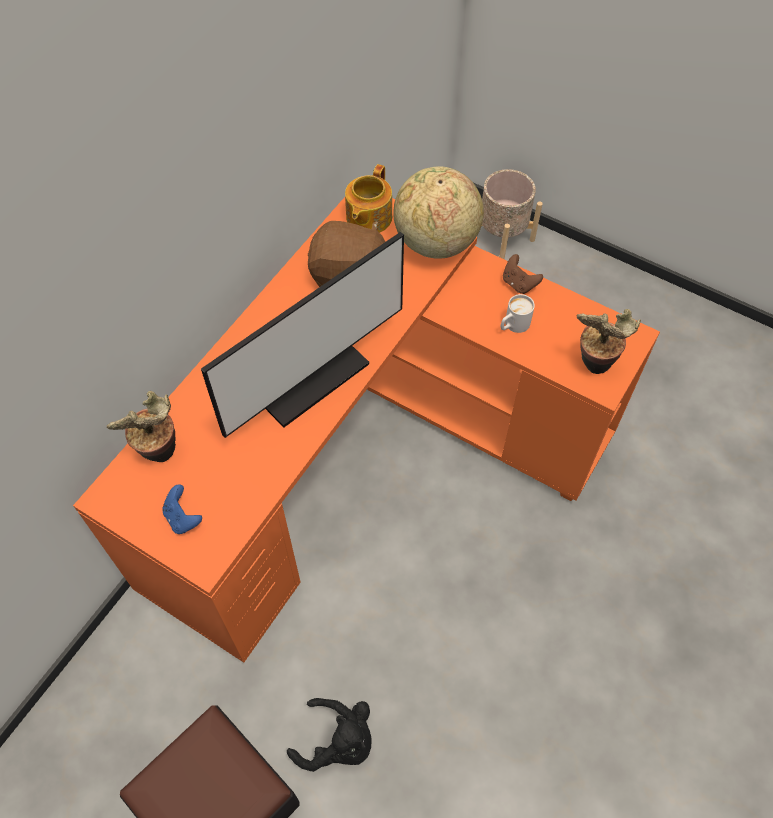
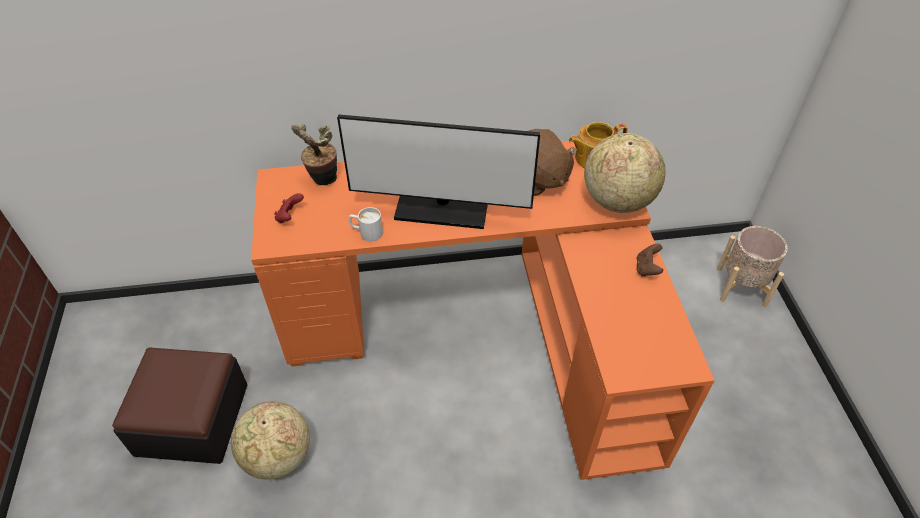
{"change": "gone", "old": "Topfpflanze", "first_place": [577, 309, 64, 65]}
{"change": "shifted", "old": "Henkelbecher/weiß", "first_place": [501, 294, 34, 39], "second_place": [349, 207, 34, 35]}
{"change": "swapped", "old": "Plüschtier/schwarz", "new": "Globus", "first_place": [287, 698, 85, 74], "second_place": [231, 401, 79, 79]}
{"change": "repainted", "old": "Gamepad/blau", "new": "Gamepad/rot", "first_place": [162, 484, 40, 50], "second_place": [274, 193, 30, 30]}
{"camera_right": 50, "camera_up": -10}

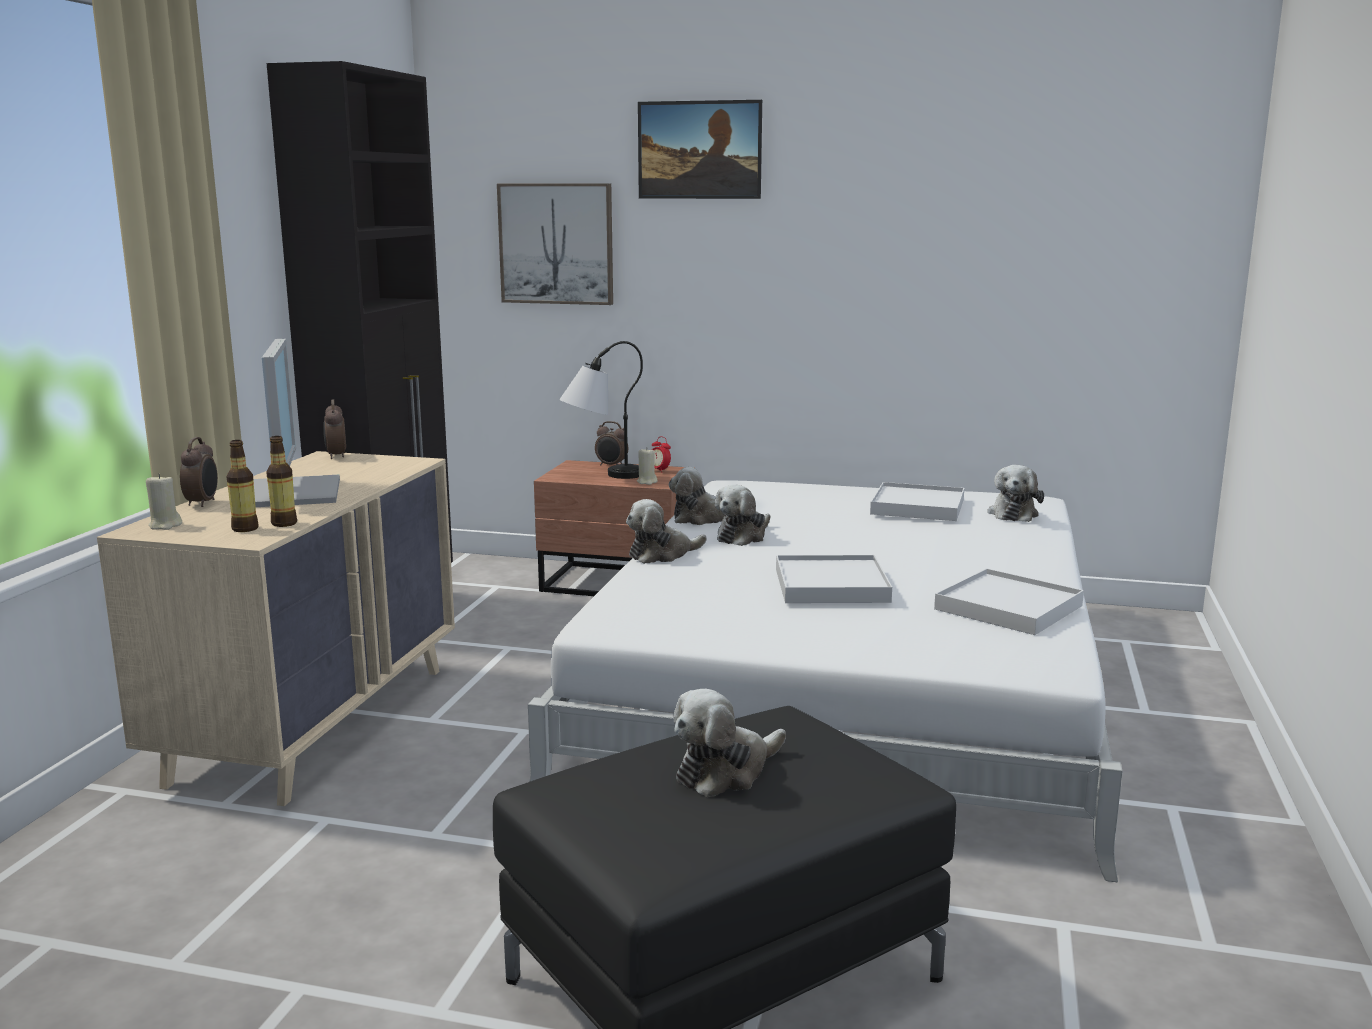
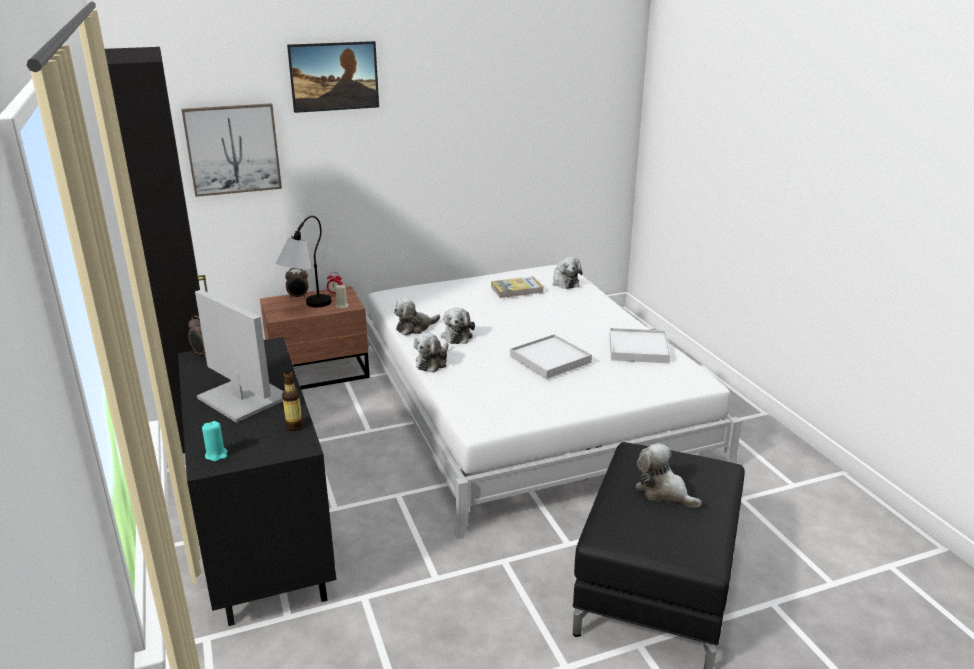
{"change": "gone", "old": "Wecker", "first_place": [180, 437, 38, 70]}
{"change": "gone", "old": "Flasche", "first_place": [226, 440, 33, 92]}
{"change": "swapped", "old": "Tablett/weiß", "new": "Buch", "first_place": [870, 482, 94, 39], "second_place": [491, 276, 53, 22]}
{"change": "repainted", "old": "Kommode/beige", "new": "Kommode/schwarz", "first_place": [97, 451, 358, 355], "second_place": [178, 337, 159, 289]}
{"change": "repainted", "old": "Kerze/beige", "new": "Kerze/türkis", "first_place": [146, 474, 36, 56], "second_place": [202, 421, 26, 40]}
{"change": "rotated", "old": "Plüschtier", "first_place": [673, 689, 113, 108], "second_place": [636, 443, 66, 65], "degrees": 120}
{"camera_right": -35, "camera_up": 10}

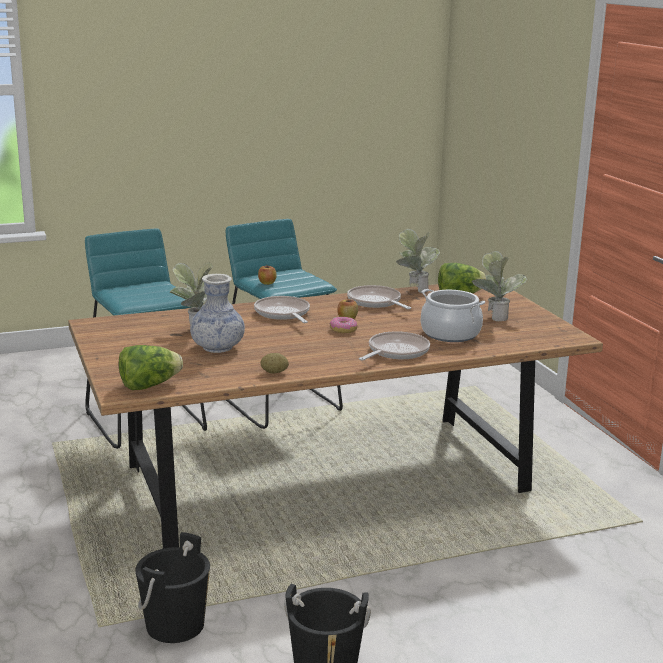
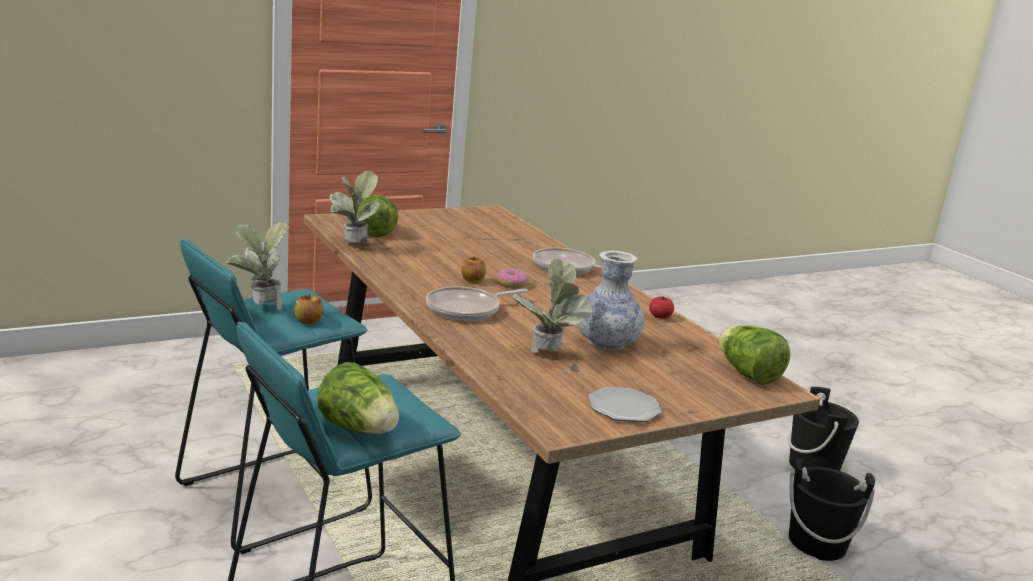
{"change": "gone", "old": "Pfanne", "first_place": [347, 285, 64, 24]}
{"change": "gone", "old": "Kochtopf", "first_place": [421, 289, 64, 53]}
{"change": "new", "new": "Salatkopf", "second_place": [317, 362, 82, 72]}
{"change": "new", "new": "Teller", "second_place": [588, 387, 74, 35]}
{"change": "shifted", "old": "Topfpflanze", "first_place": [472, 251, 55, 71], "second_place": [226, 222, 63, 88]}
{"change": "swapped", "old": "Kartoffel", "new": "Tomate", "first_place": [260, 353, 29, 20], "second_place": [649, 296, 25, 23]}
{"camera_right": -100, "camera_up": 0}

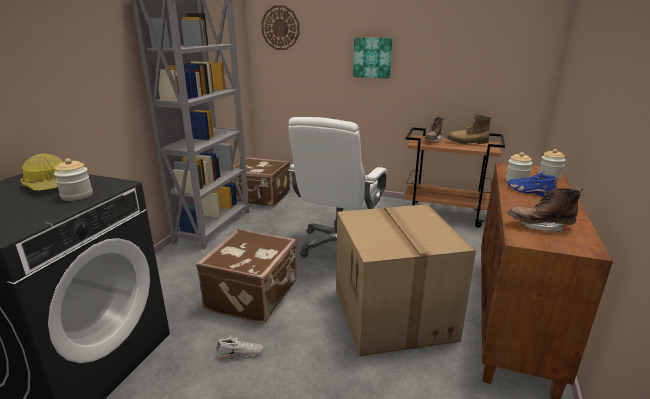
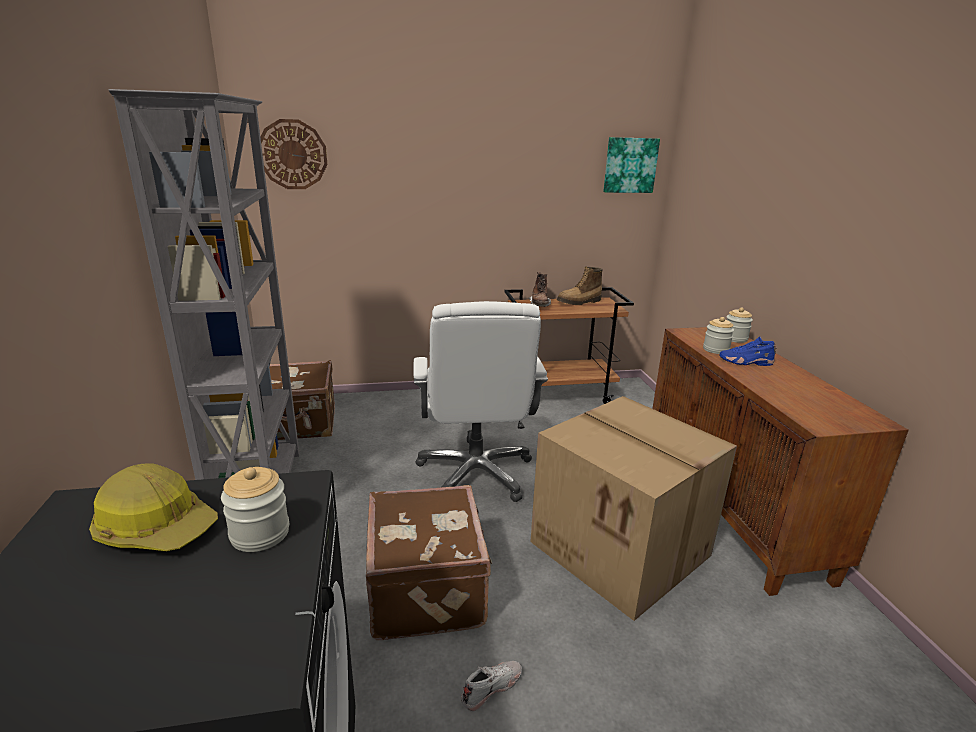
{"change": "gone", "old": "Stiefel/braun", "first_place": [508, 187, 75, 46]}
{"change": "shifted", "old": "Bild", "first_place": [353, 38, 39, 40], "second_place": [603, 137, 57, 56]}
{"camera_right": -30, "camera_up": 0}

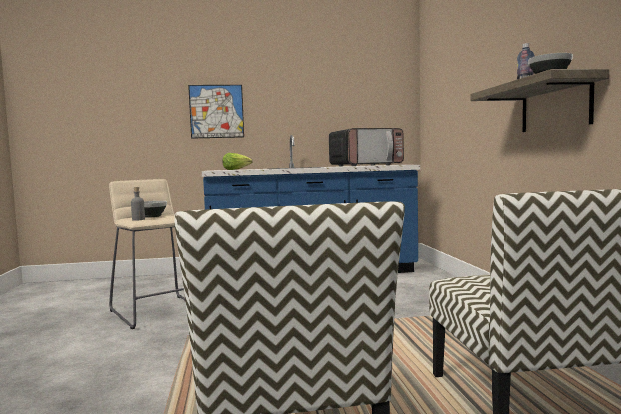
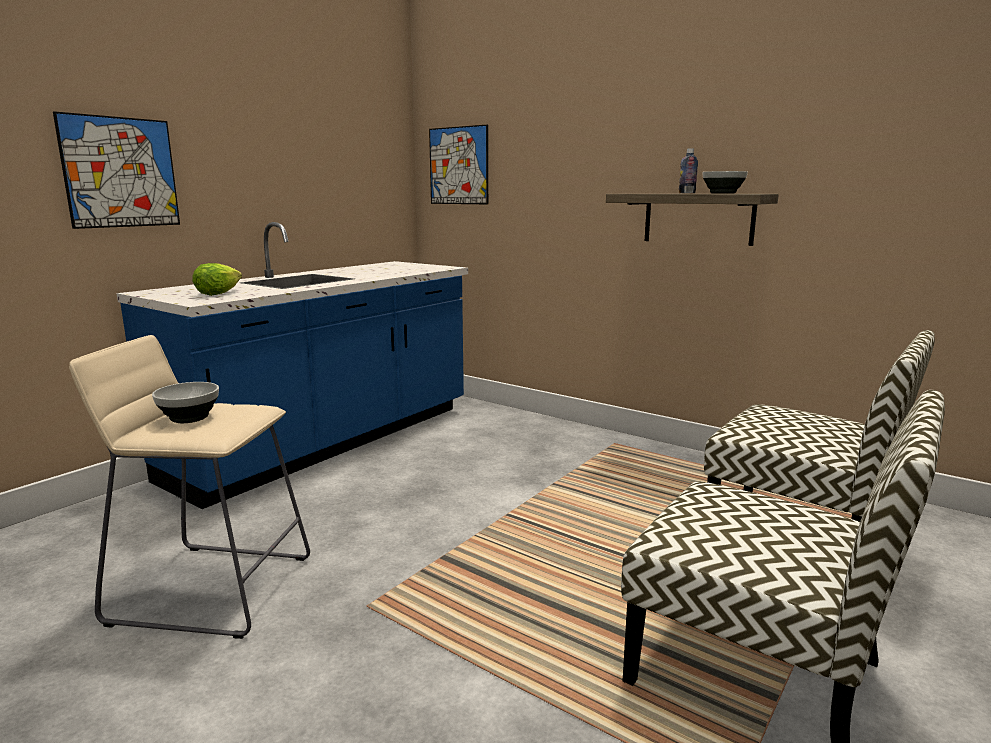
{"change": "gone", "old": "Flasche/grau", "first_place": [131, 187, 14, 34]}
{"change": "gone", "old": "Mikrowelle", "first_place": [329, 128, 75, 38]}
{"change": "new", "new": "Bild", "second_place": [429, 125, 59, 79]}
{"camera_right": -45, "camera_up": 10}

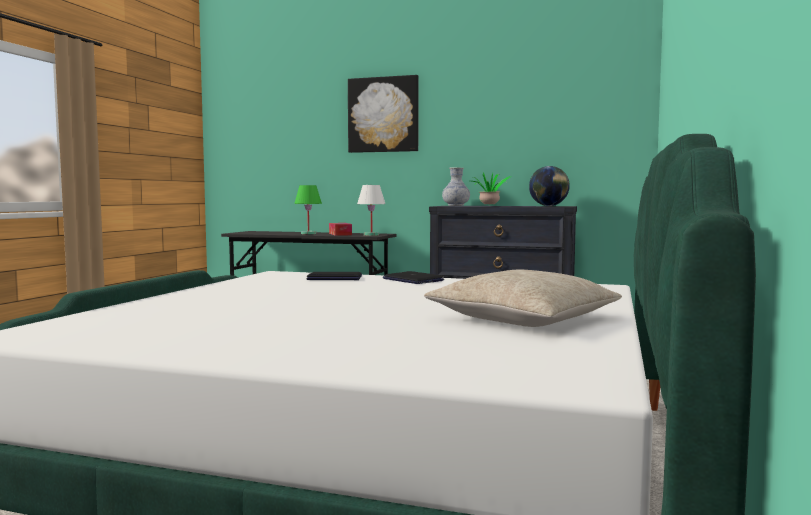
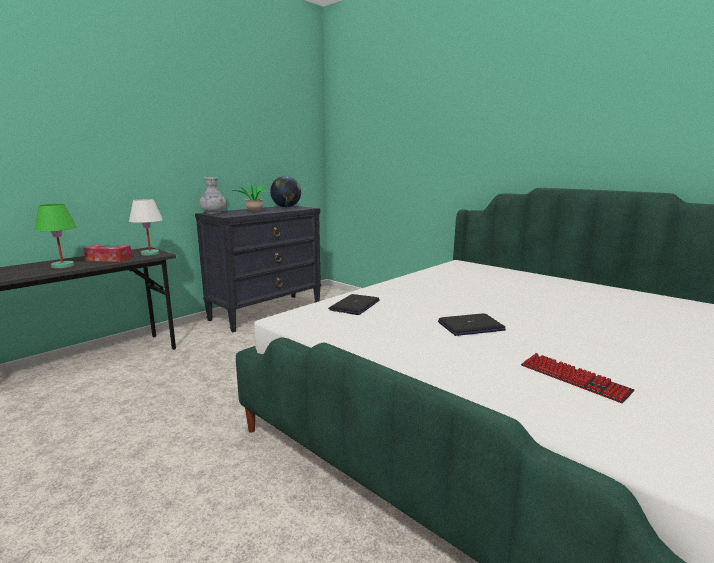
{"change": "gone", "old": "Bild", "first_place": [348, 75, 71, 78]}
{"change": "gone", "old": "Kissen/beige", "first_place": [424, 270, 198, 57]}
{"change": "new", "new": "Tastatur", "second_place": [521, 353, 114, 50]}
{"change": "shifted", "old": "Laptop", "first_place": [383, 271, 61, 13], "second_place": [438, 313, 68, 23]}
{"camera_right": -65, "camera_up": 10}

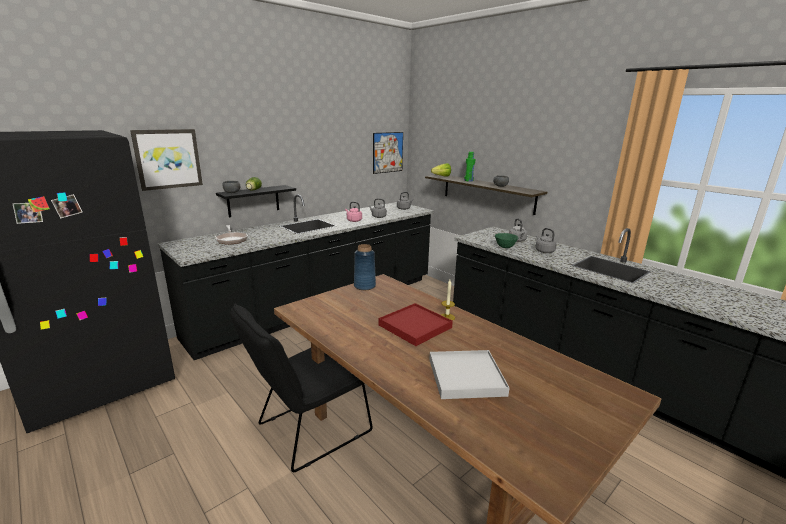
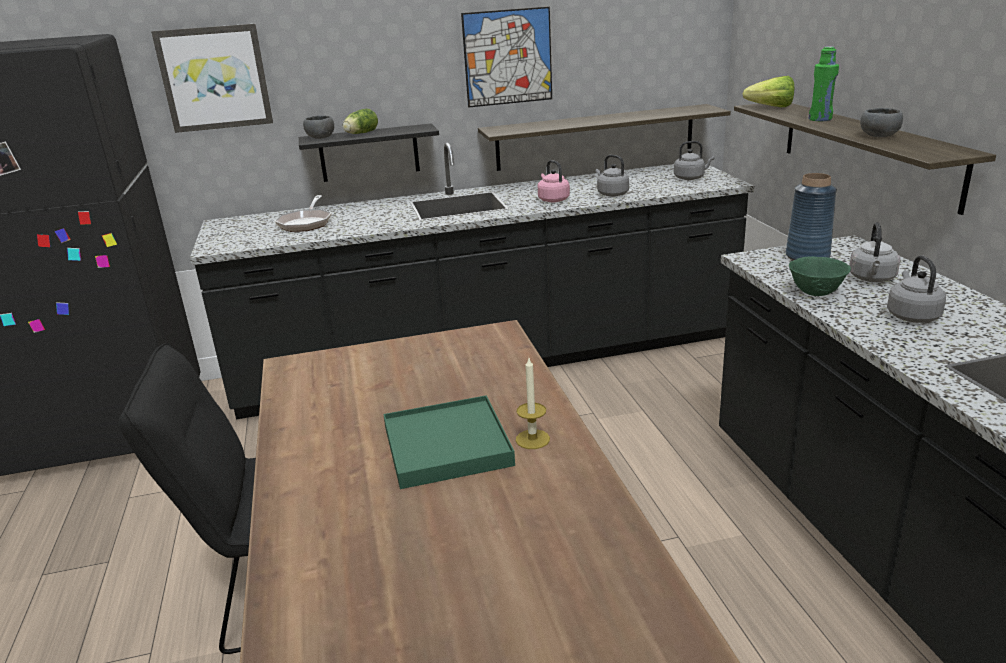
{"change": "gone", "old": "Tablett/weiß", "first_place": [429, 350, 81, 49]}
{"change": "new", "new": "Wandregal", "second_place": [478, 104, 253, 67]}
{"change": "shifted", "old": "Vase/blau", "first_place": [354, 244, 22, 46], "second_place": [786, 173, 51, 88]}
{"change": "shifted", "old": "Bild", "first_place": [373, 132, 30, 42], "second_place": [461, 7, 91, 101]}
{"change": "repainted", "old": "Tablett/rot", "new": "Tablett/grün", "first_place": [379, 303, 74, 43], "second_place": [383, 395, 132, 94]}
{"camera_right": 30, "camera_up": 5}

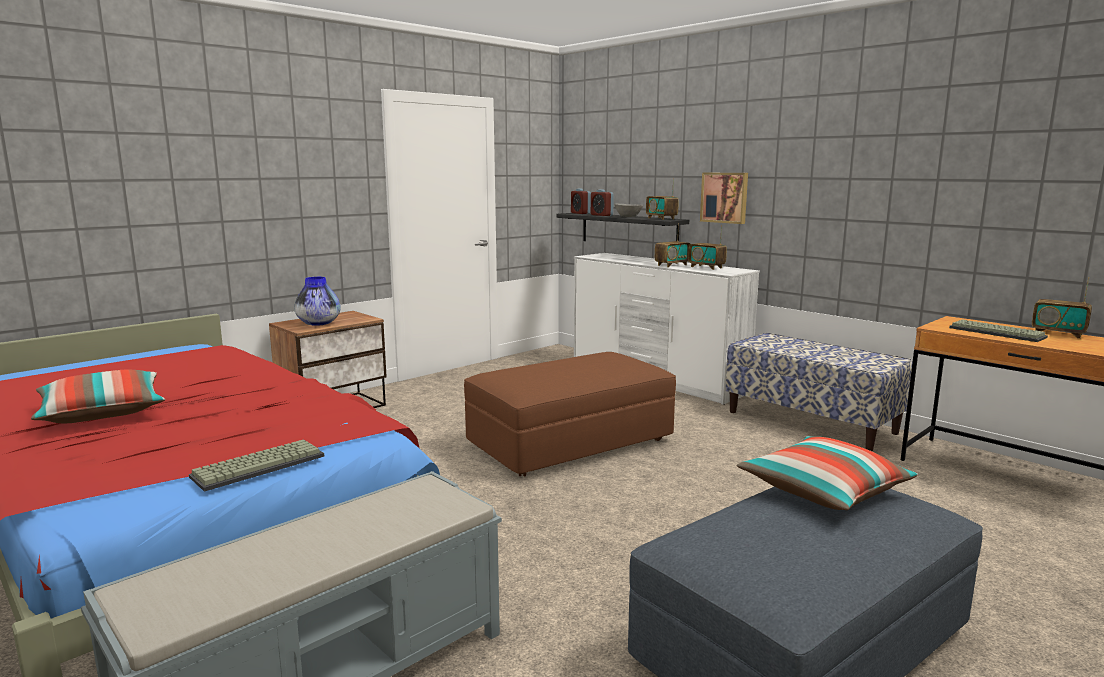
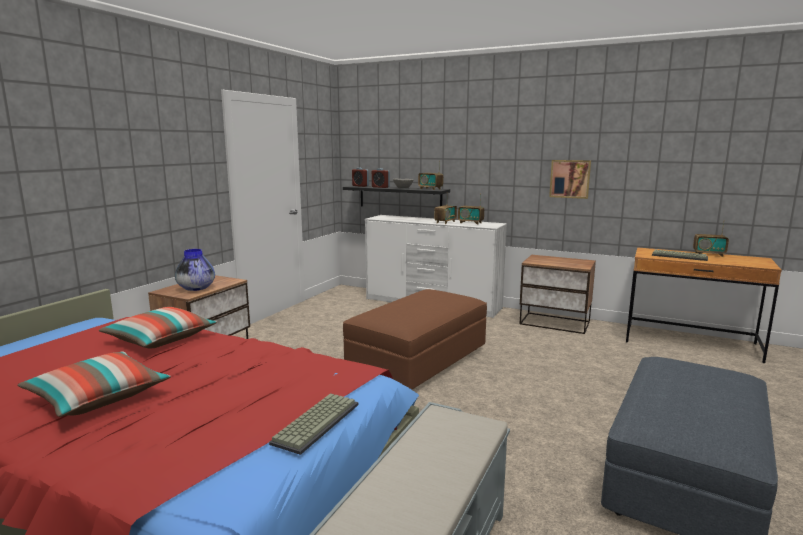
{"change": "shifted", "old": "Bild", "first_place": [700, 173, 48, 51], "second_place": [549, 160, 42, 39]}
{"change": "shifted", "old": "Kissen", "first_place": [737, 436, 181, 74], "second_place": [99, 307, 118, 41]}
{"change": "swapped", "old": "Bank", "new": "Nachttisch", "first_place": [725, 333, 188, 118], "second_place": [520, 255, 76, 79]}
{"camera_right": -20, "camera_up": 0}

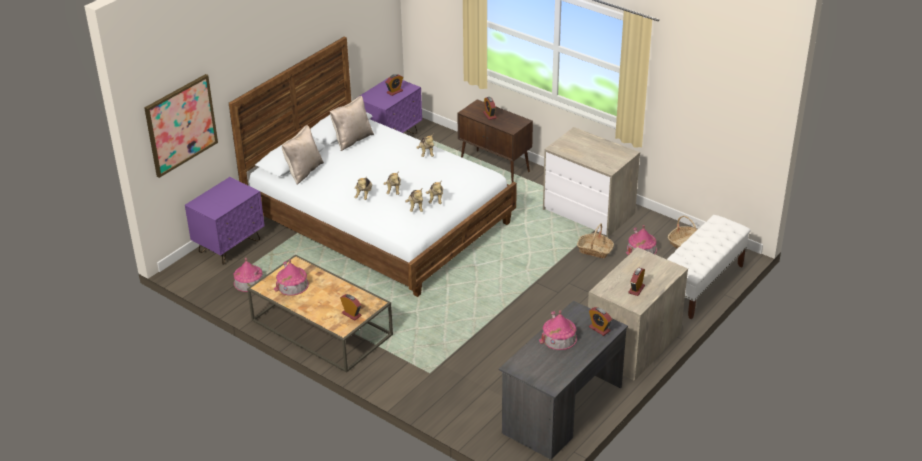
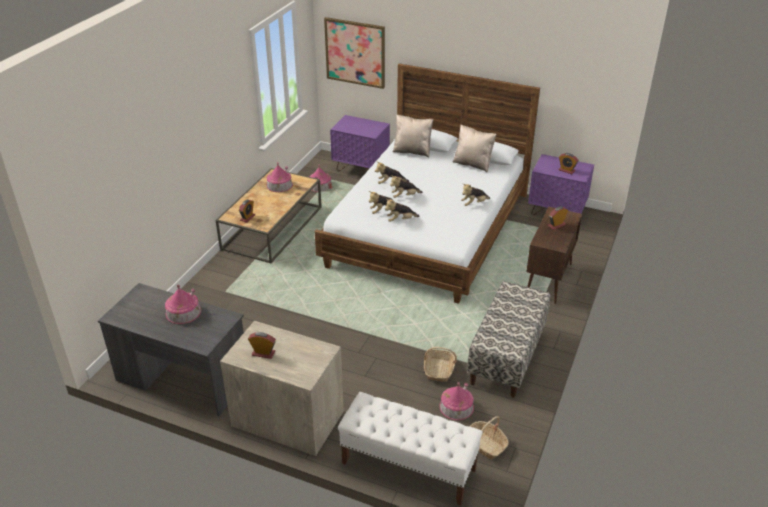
{"change": "gone", "old": "Wecker", "first_place": [589, 307, 23, 29]}
{"change": "swapped", "old": "Kommode", "new": "Bank", "first_place": [543, 127, 97, 111], "second_place": [467, 281, 83, 117]}
{"camera_right": 75, "camera_up": 0}

